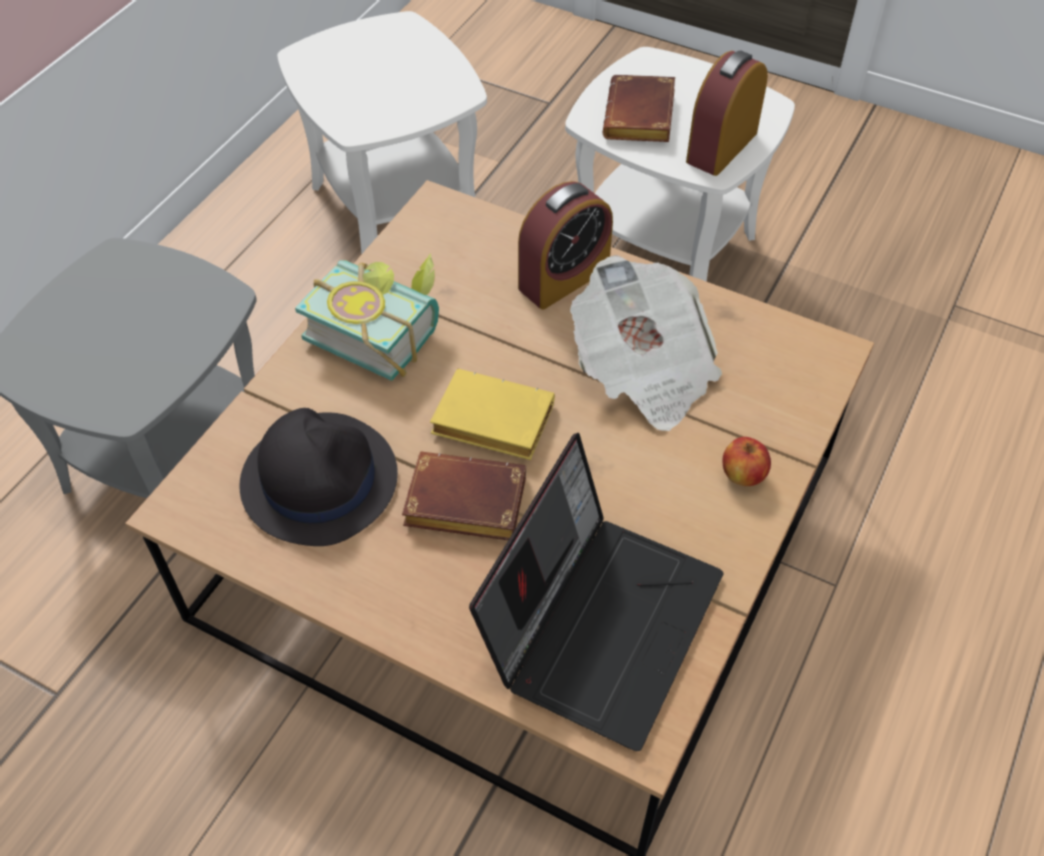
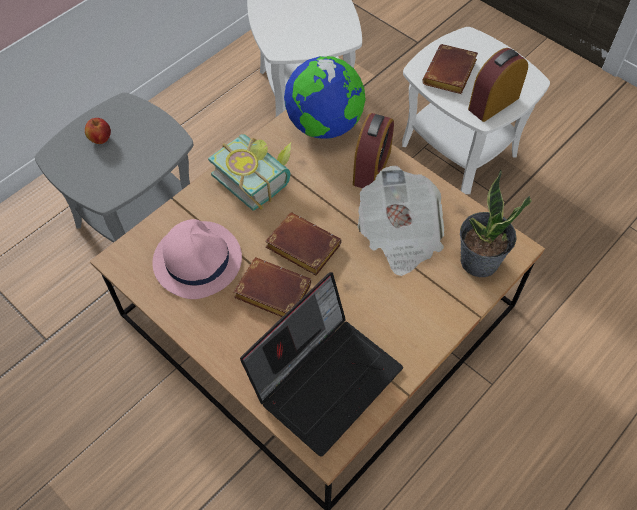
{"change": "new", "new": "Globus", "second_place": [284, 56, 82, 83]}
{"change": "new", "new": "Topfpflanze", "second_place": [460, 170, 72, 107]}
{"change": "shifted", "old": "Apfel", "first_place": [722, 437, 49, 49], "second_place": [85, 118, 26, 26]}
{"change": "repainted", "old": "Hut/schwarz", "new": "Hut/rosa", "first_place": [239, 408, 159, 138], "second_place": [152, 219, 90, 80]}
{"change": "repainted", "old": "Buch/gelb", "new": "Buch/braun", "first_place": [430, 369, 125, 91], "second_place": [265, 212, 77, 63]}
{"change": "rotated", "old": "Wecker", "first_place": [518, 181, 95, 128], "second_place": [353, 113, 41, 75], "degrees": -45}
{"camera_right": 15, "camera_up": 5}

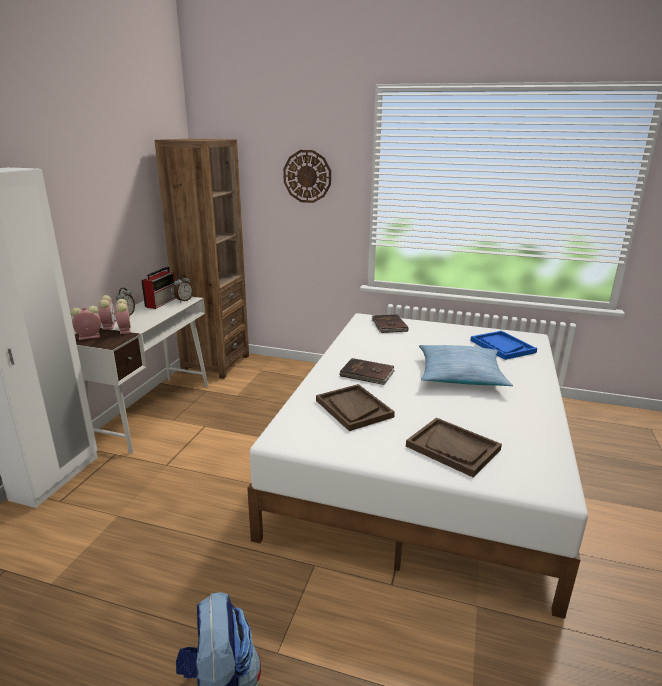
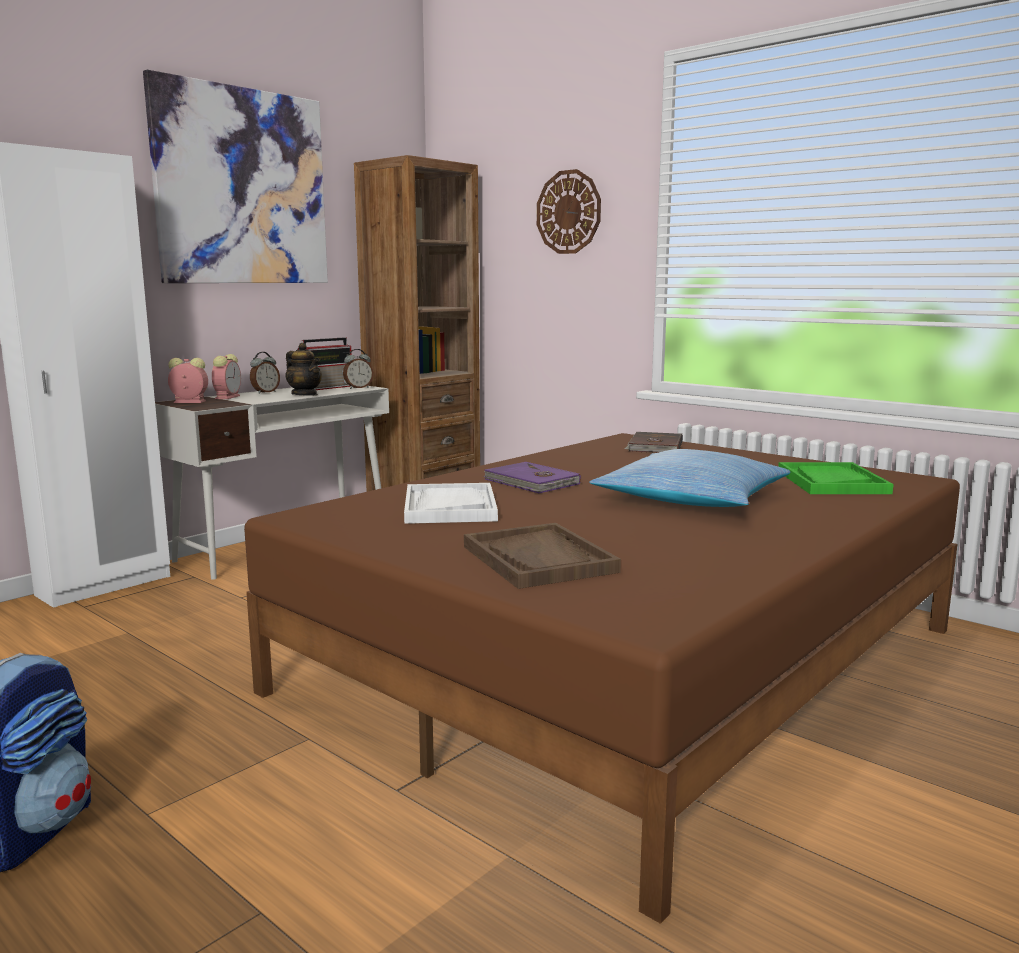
{"change": "gone", "old": "Wecker", "first_place": [113, 299, 18, 35]}
{"change": "new", "new": "Bild", "second_place": [143, 70, 185, 213]}
{"change": "new", "new": "Teekanne", "second_place": [285, 343, 37, 52]}
{"change": "repainted", "old": "Bett/weiß", "new": "Bett/braun", "first_place": [247, 313, 341, 306], "second_place": [244, 433, 716, 491]}
{"change": "repainted", "old": "Tablett/braun", "new": "Tablett/weiß", "first_place": [316, 384, 79, 47], "second_place": [404, 483, 94, 41]}
{"change": "repainted", "old": "Buch/braun", "new": "Buch/lila", "first_place": [339, 358, 56, 27], "second_place": [483, 462, 98, 31]}
{"change": "repainted", "old": "Tablett/blau", "new": "Tablett/grün", "first_place": [470, 331, 67, 29], "second_place": [778, 462, 116, 32]}
{"camera_right": 25, "camera_up": -10}

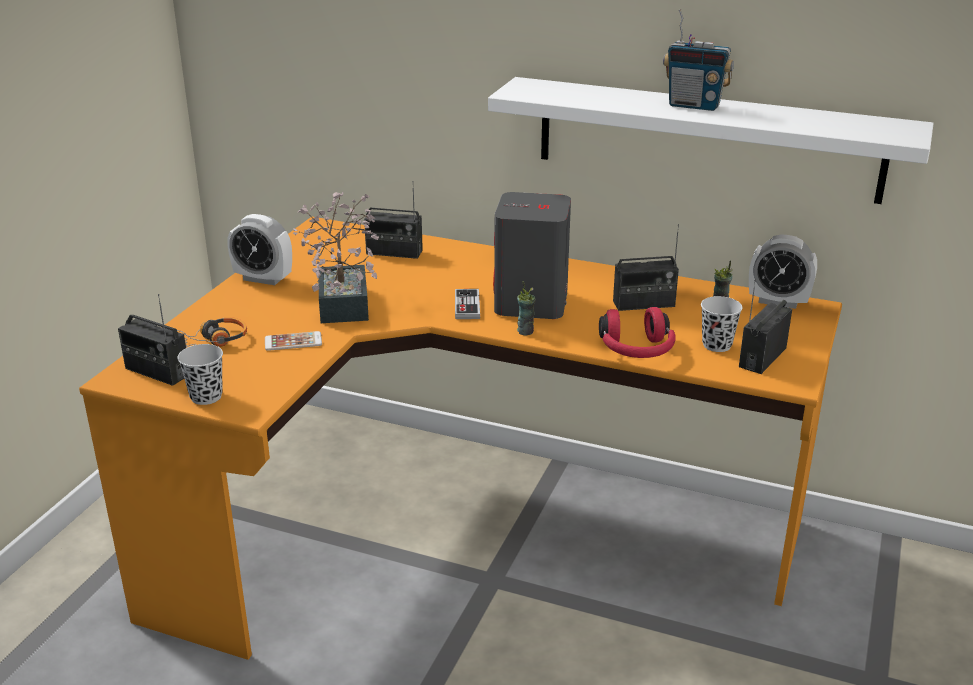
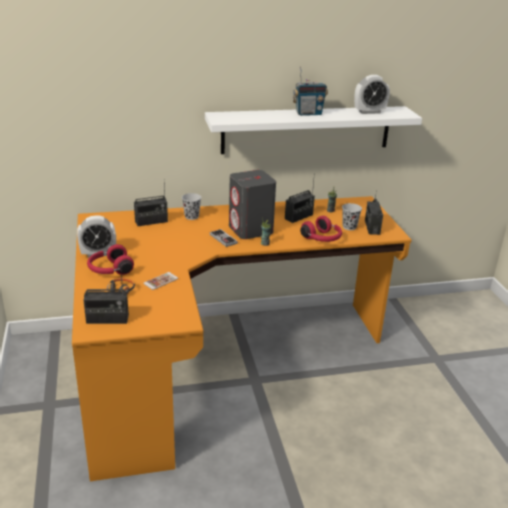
{"change": "gone", "old": "Topfpflanze", "first_place": [293, 192, 86, 131]}
{"change": "new", "new": "Kopfhörer/rot", "second_place": [87, 244, 47, 31]}
{"change": "shifted", "old": "Tasse/schwarz", "first_place": [178, 344, 45, 61], "second_place": [182, 193, 20, 27]}
{"change": "shifted", "old": "Wecker", "first_place": [749, 234, 68, 75], "second_place": [354, 75, 36, 39]}
{"camera_right": -35, "camera_up": 0}

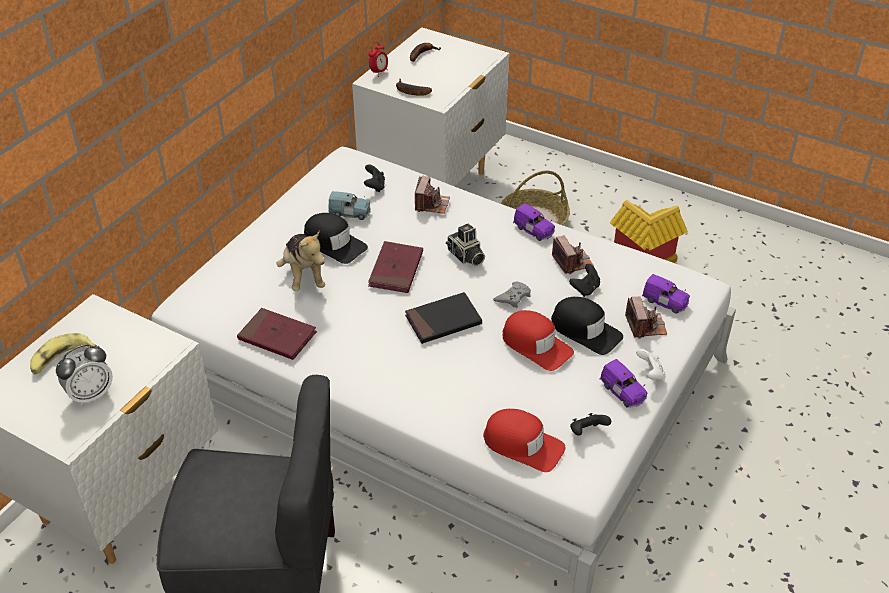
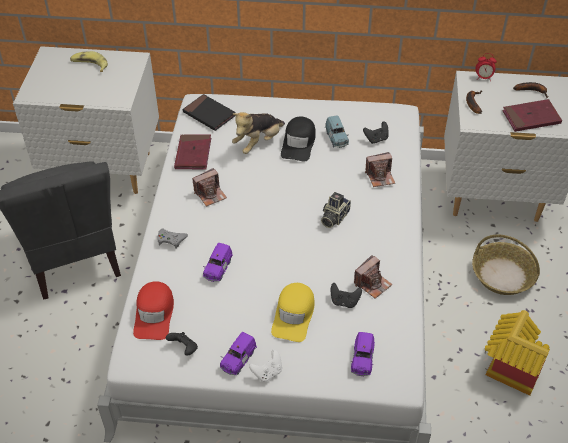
{"change": "gone", "old": "Wecker", "first_place": [56, 344, 57, 62]}
{"change": "gone", "old": "Kappe/rot", "first_place": [503, 310, 71, 61]}
{"change": "shifted", "old": "Buch/rot", "first_place": [368, 241, 55, 52], "second_place": [502, 99, 60, 33]}
{"change": "shifted", "old": "Buch/schwarz", "first_place": [405, 292, 77, 52], "second_place": [183, 94, 53, 37]}
{"change": "shifted", "old": "Gamepad/grau", "first_place": [493, 282, 38, 26], "second_place": [157, 229, 31, 20]}
{"change": "shifted", "old": "Spielzeugauto/lila", "first_place": [513, 203, 42, 38], "second_place": [203, 243, 30, 39]}
{"change": "shifted", "old": "Kamera", "first_place": [625, 297, 42, 42], "second_place": [192, 168, 35, 39]}
{"change": "repainted", "old": "Kappe/schwarz", "new": "Kappe/gelb", "first_place": [551, 297, 72, 58], "second_place": [271, 283, 43, 59]}
{"camera_right": 65, "camera_up": 5}

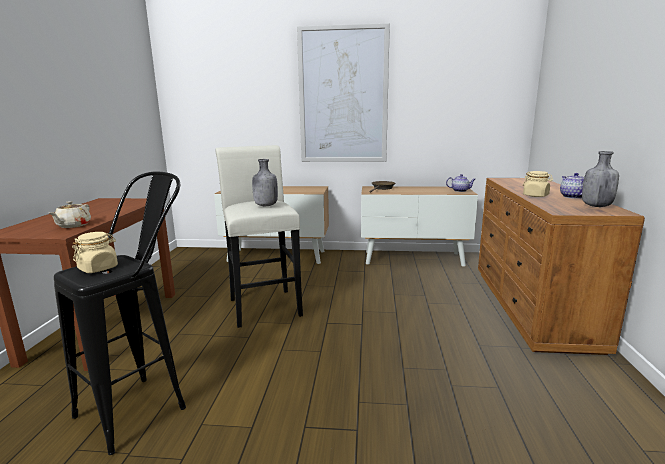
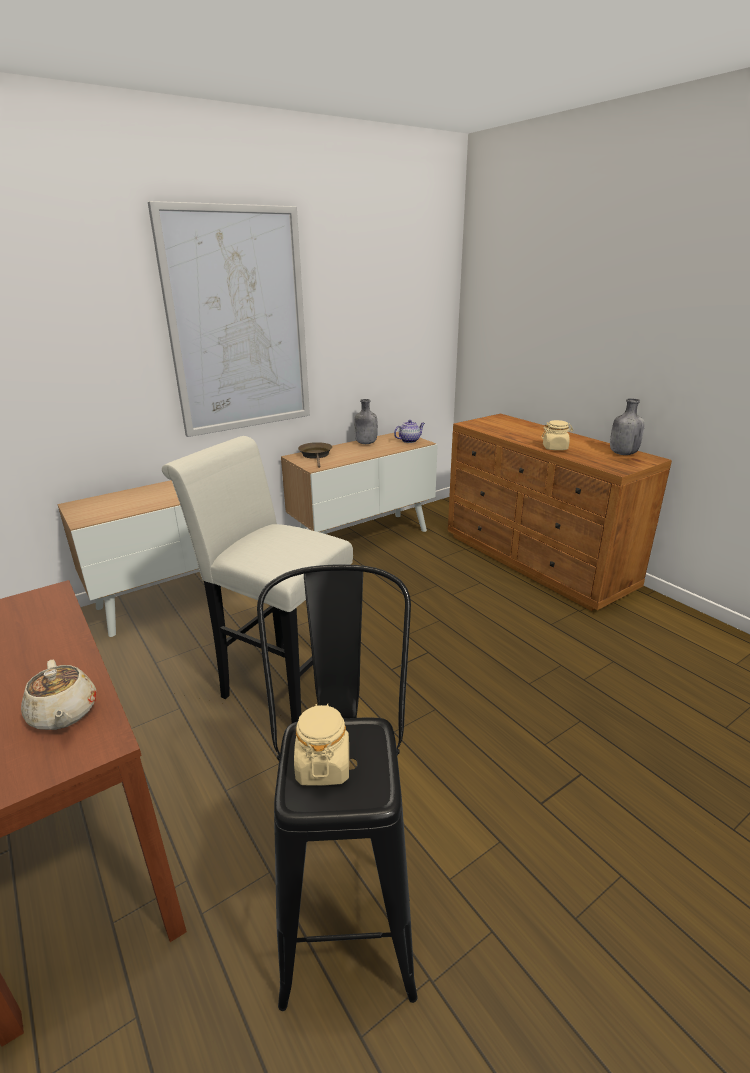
{"change": "gone", "old": "Teekanne", "first_place": [560, 173, 24, 26]}
{"change": "shifted", "old": "Flasche/grau", "first_place": [252, 159, 26, 47], "second_place": [354, 399, 24, 45]}
{"camera_right": -40, "camera_up": 10}

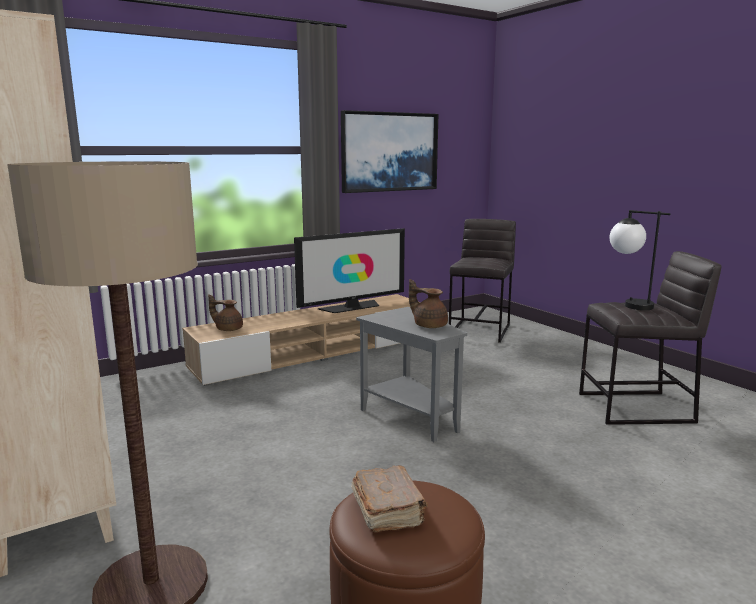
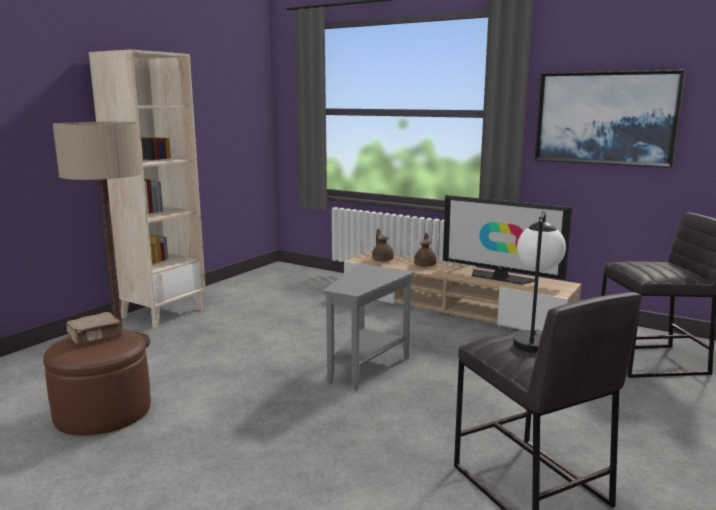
{"change": "shifted", "old": "Teekanne/braun", "first_place": [409, 279, 39, 49], "second_place": [414, 233, 23, 34]}
{"camera_right": 65, "camera_up": 0}

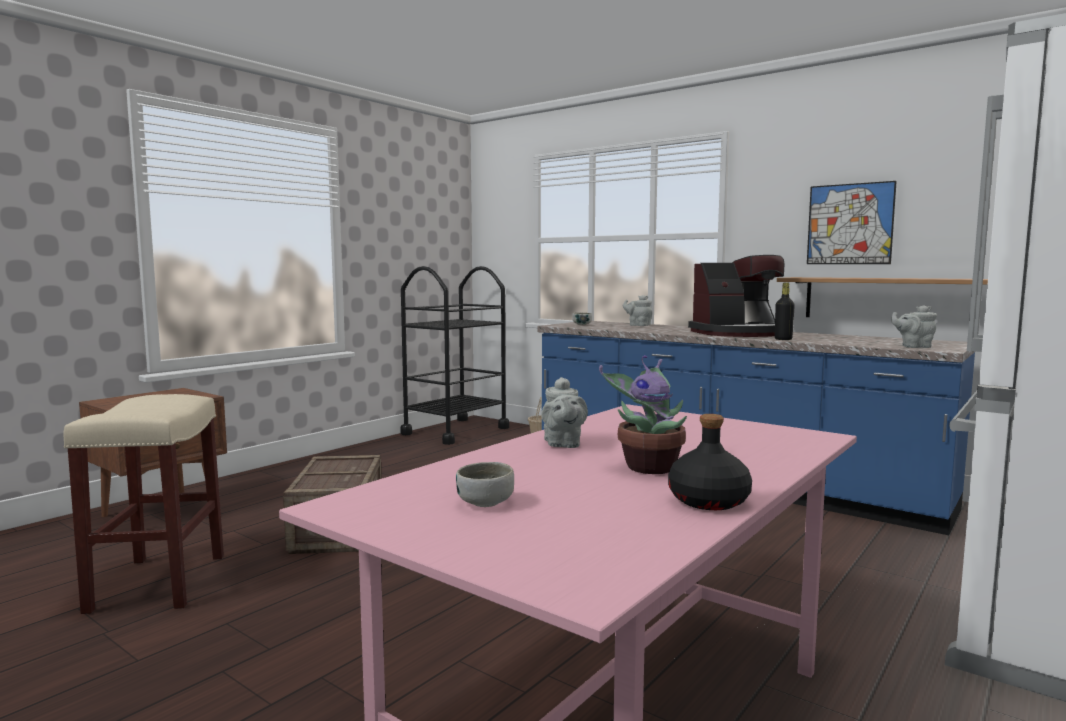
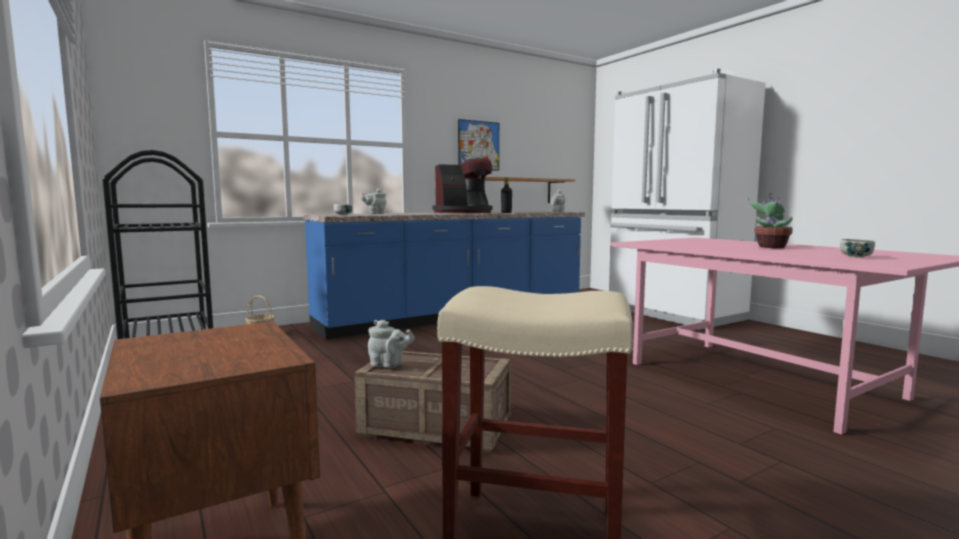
{"change": "gone", "old": "Flasche/schwarz", "first_place": [668, 414, 84, 96]}
{"change": "shifted", "old": "Teekanne/grau", "first_place": [541, 377, 47, 71], "second_place": [368, 320, 46, 47]}
{"change": "rotated", "old": "Kaffeemaschine", "first_place": [688, 255, 96, 82], "second_place": [433, 158, 59, 55], "degrees": 60}
{"camera_right": -70, "camera_up": 0}

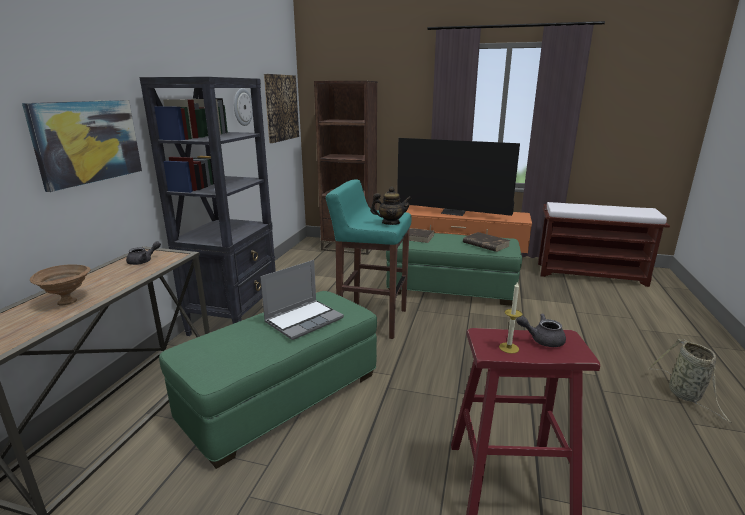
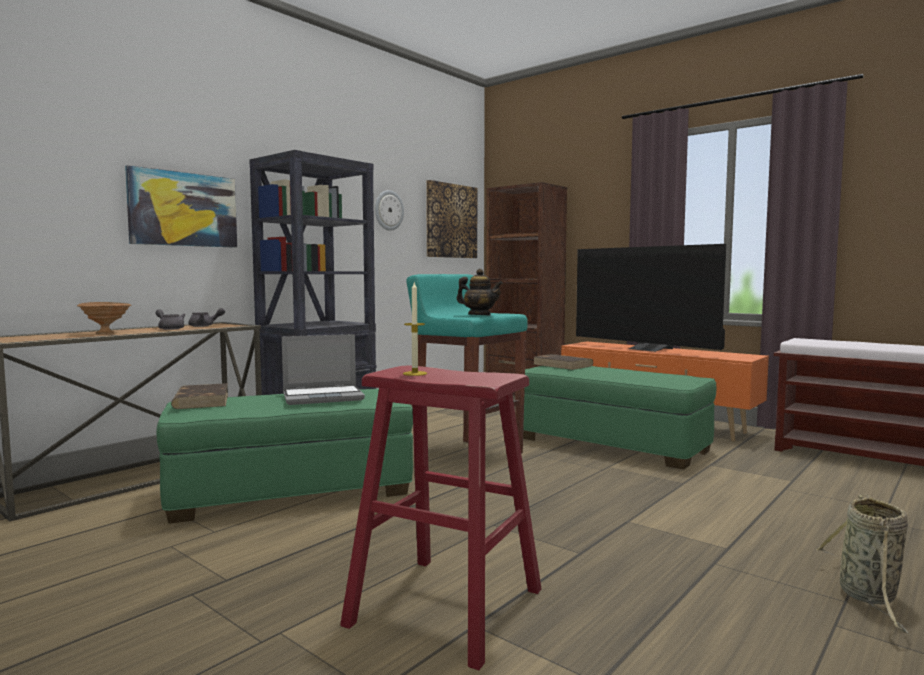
{"change": "shifted", "old": "Buch/braun", "first_place": [463, 232, 48, 20], "second_place": [171, 383, 57, 26]}
{"change": "shifted", "old": "Teekanne/grau", "first_place": [516, 313, 50, 34], "second_place": [156, 309, 29, 21]}
{"camera_right": 25, "camera_up": -15}

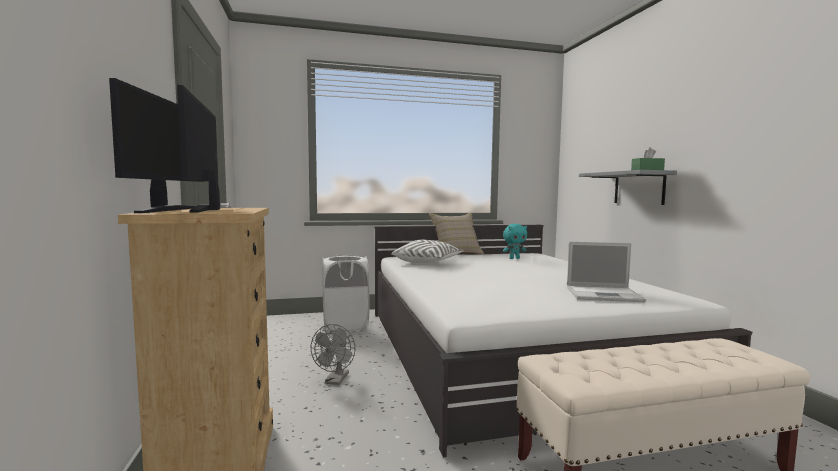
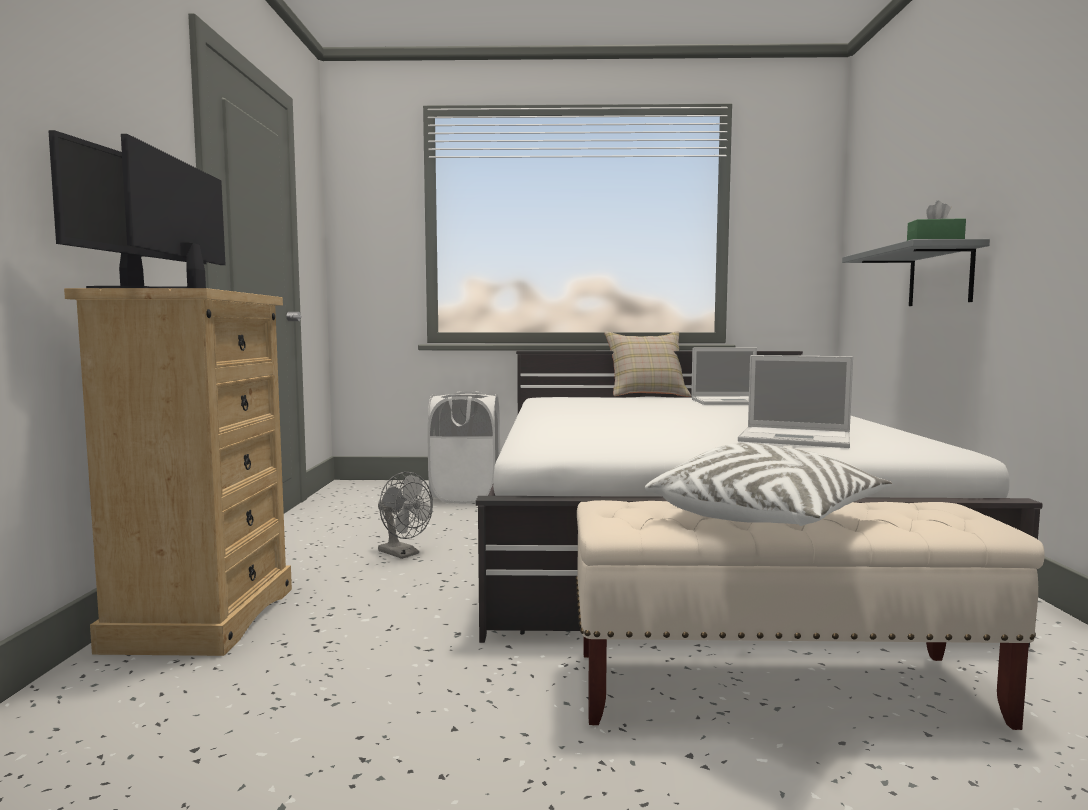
{"change": "shifted", "old": "Kissen/weiß", "first_place": [391, 240, 73, 23], "second_place": [645, 443, 247, 83]}
{"change": "swapped", "old": "Plüschtier/türkis", "new": "Laptop", "first_place": [503, 224, 24, 35], "second_place": [691, 348, 66, 57]}
{"change": "rotated", "old": "Ventilator/grau", "first_place": [311, 324, 44, 61], "second_place": [378, 472, 55, 87], "degrees": -75}
{"camera_right": 15, "camera_up": 0}

